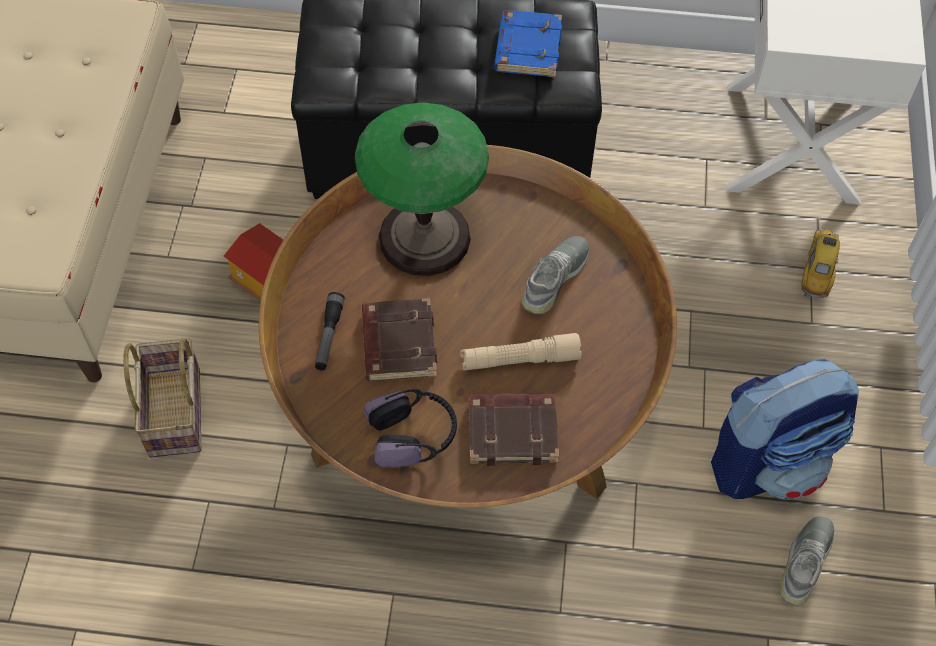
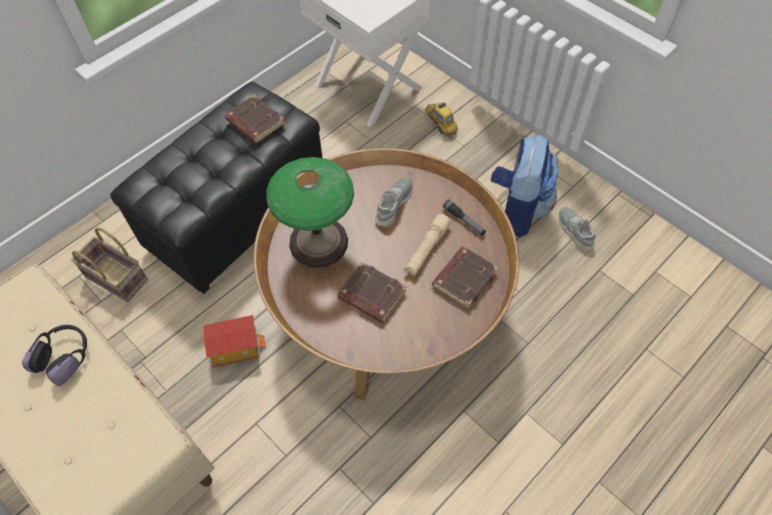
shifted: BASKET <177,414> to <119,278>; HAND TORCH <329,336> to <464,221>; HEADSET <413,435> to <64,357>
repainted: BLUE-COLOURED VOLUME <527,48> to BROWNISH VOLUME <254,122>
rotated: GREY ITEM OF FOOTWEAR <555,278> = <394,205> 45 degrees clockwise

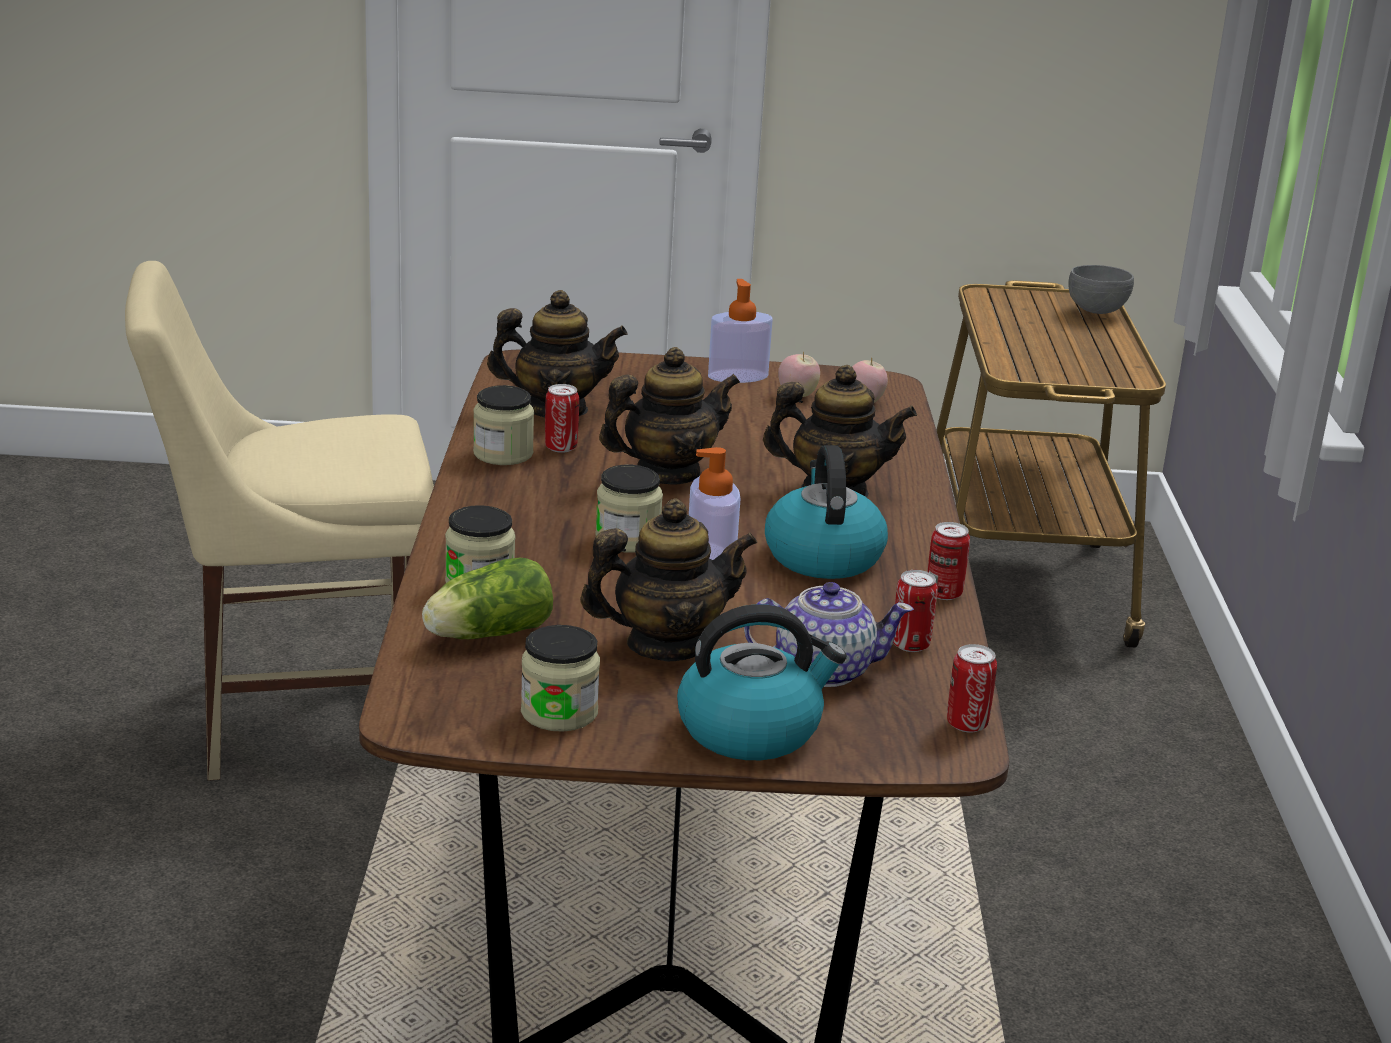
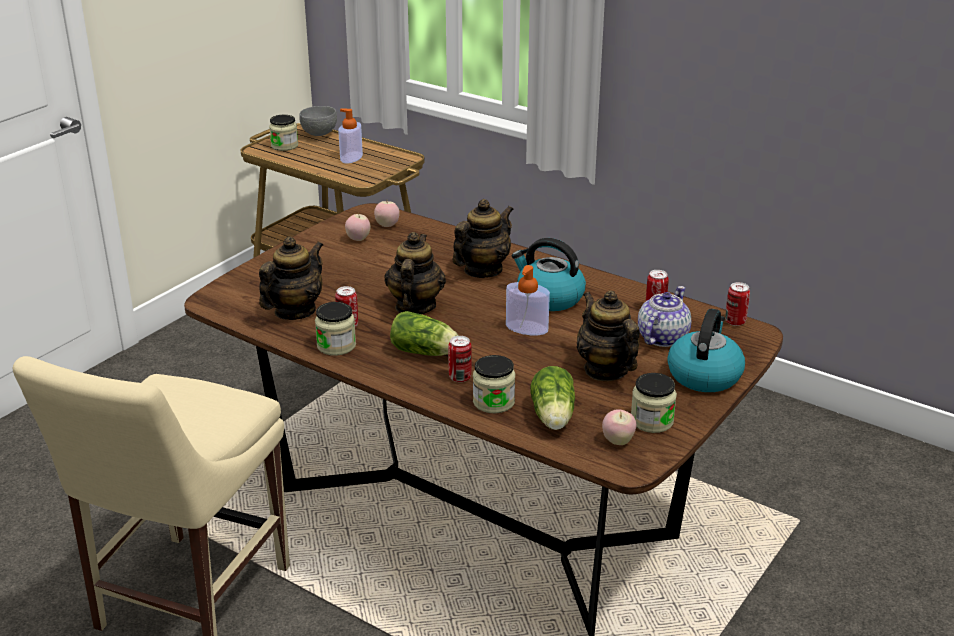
new: HEAD OF LETTUCE <426,352>; APPLE <618,441>
shifted: PRESERVE JAR <627,539> to <284,146>; SOAP BOTTLE <738,376> to <351,157>; SEALED CAN <944,593> to <460,377>
rotated: POT FOR TEA <665,645> = <606,370> 45 degrees counterclockwise

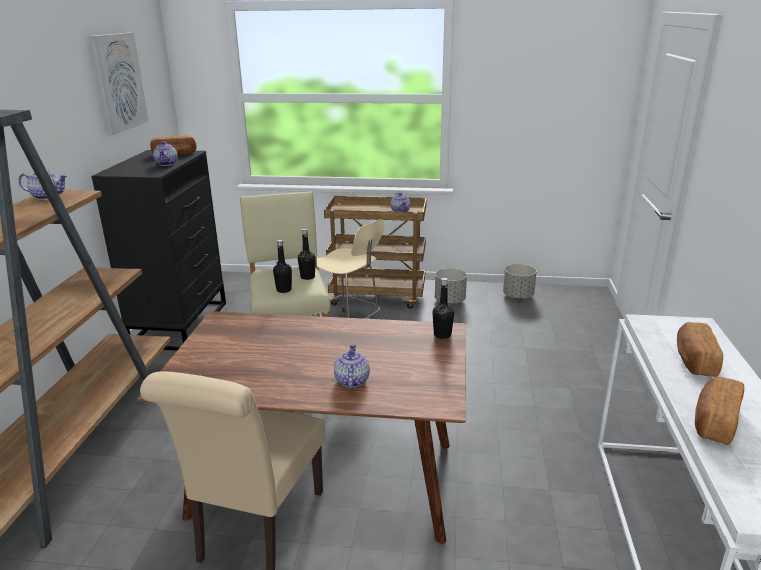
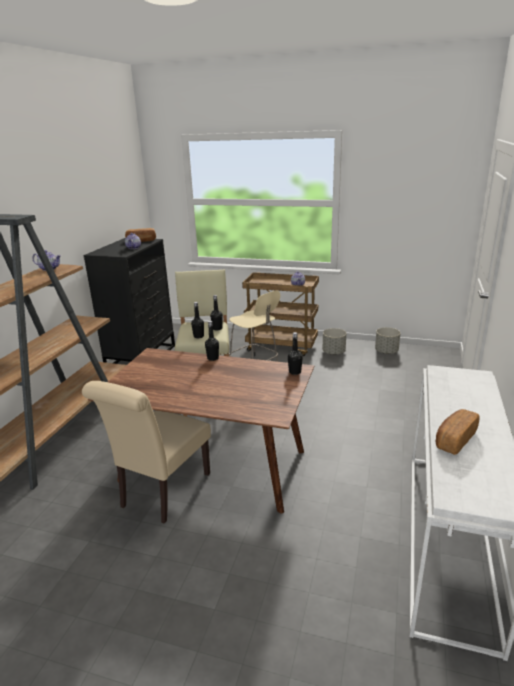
gone: PICTURE <118,82>; POT FOR TEA <351,380>; BREAD <694,360>
new: BLACK BEVERAGE BOTTLE <213,358>

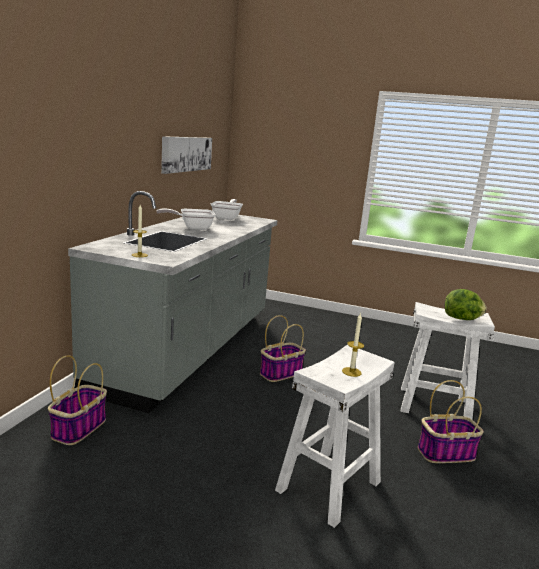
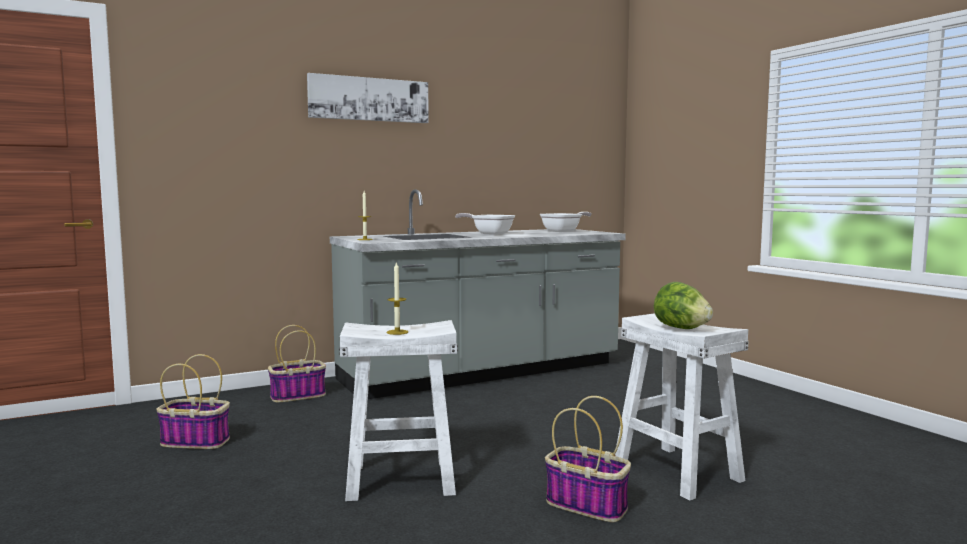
shifted: PICTURE <186,154> to <369,99>; BASKET <281,373> to <197,441>

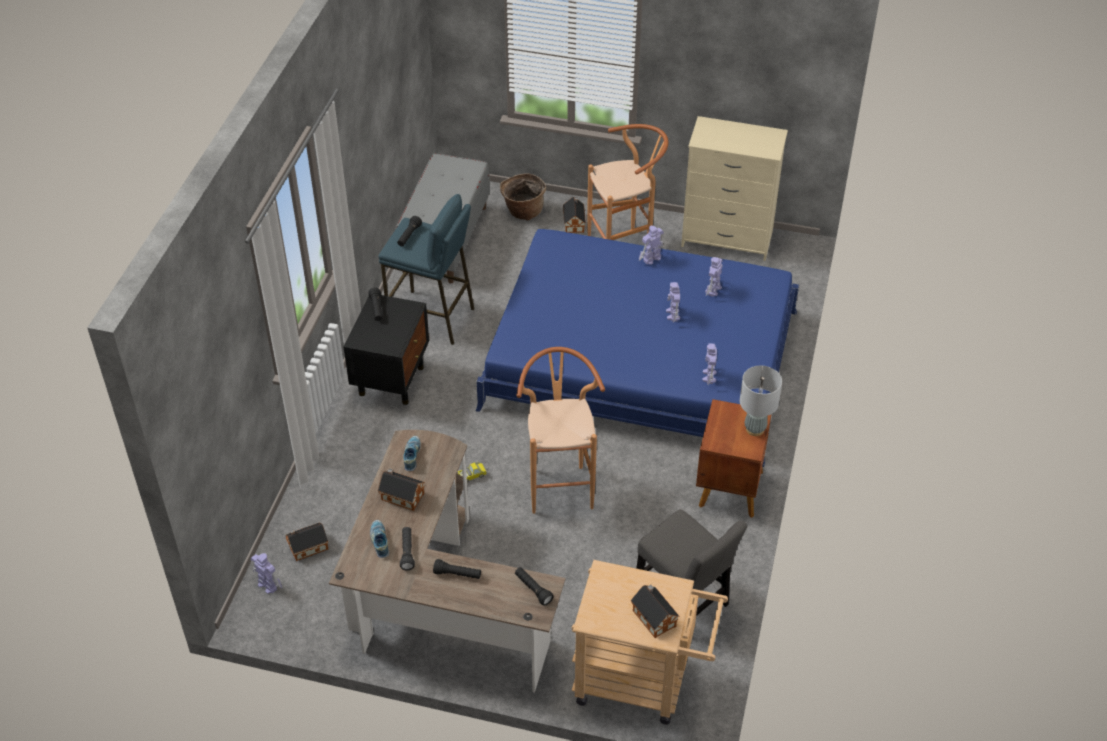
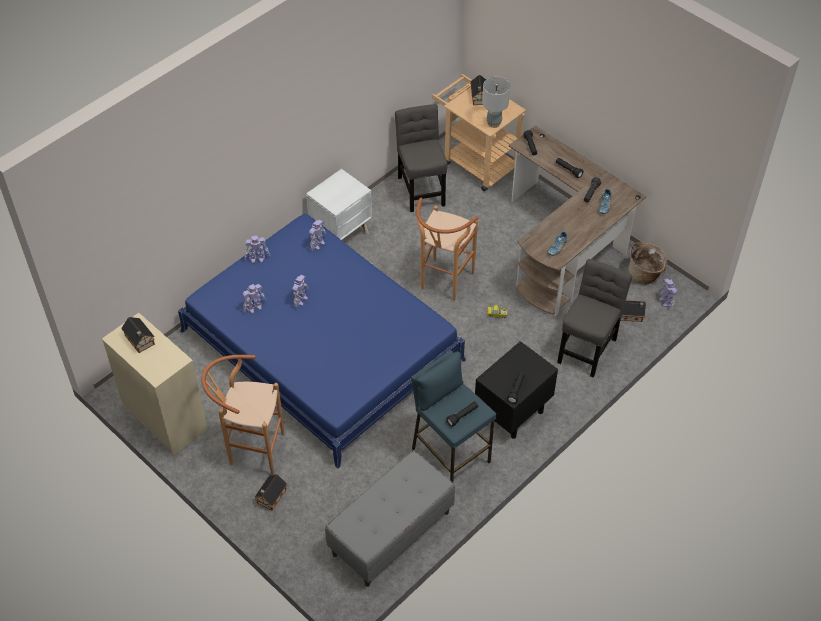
new: GREY PLAIN CHAIR <587,347>
shifted: MODEL HOUSE <401,495> to <140,341>; BASKET <523,211> to <645,275>; TOY ROBOT <651,259> to <257,258>; GREY TABLE LAMP <755,429> to <494,123>
repainted: BROWNISH NIGHT TABLE <729,489> to WHITE NIGHT TABLE <341,234>

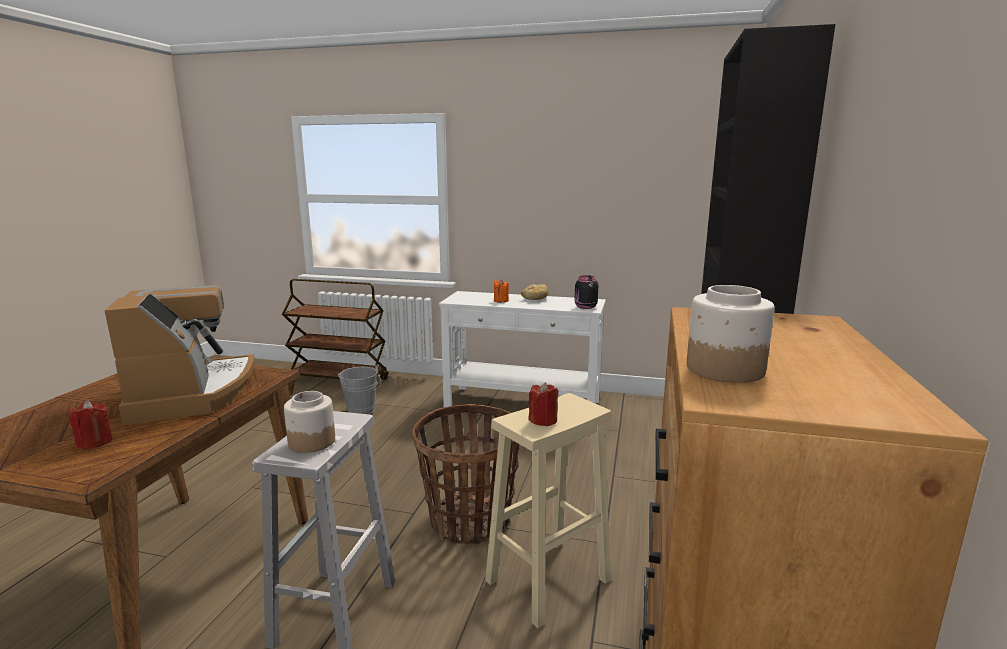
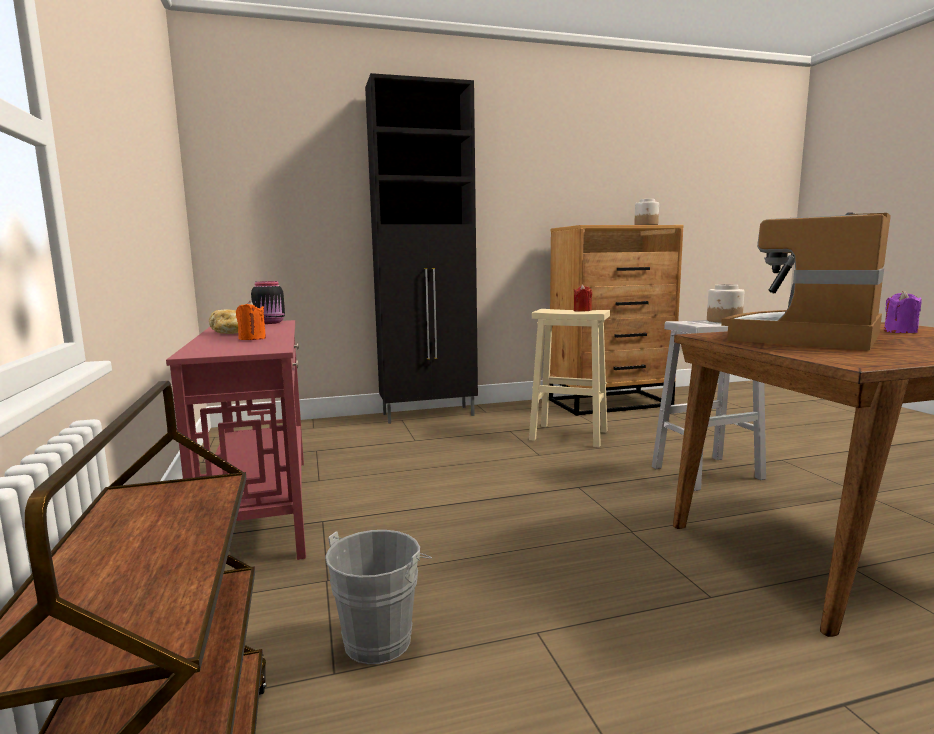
gone: BASKET <470,521>
repainted: RED-COLOURED WAX LIGHT <94,442> to PURPLE WAX LIGHT <900,331>; WHITE NARROW TABLE <523,404> to RED-COLOURED NARROW TABLE <261,505>

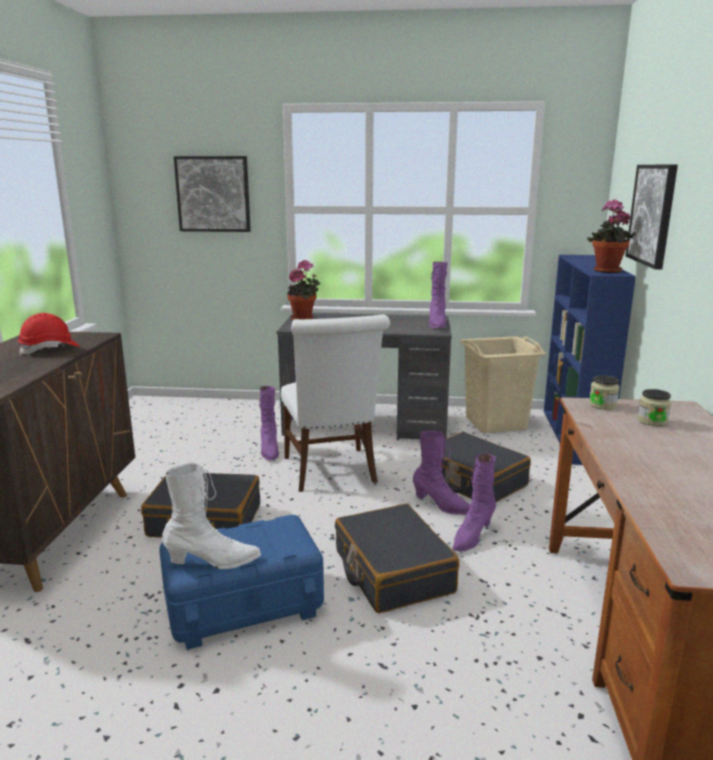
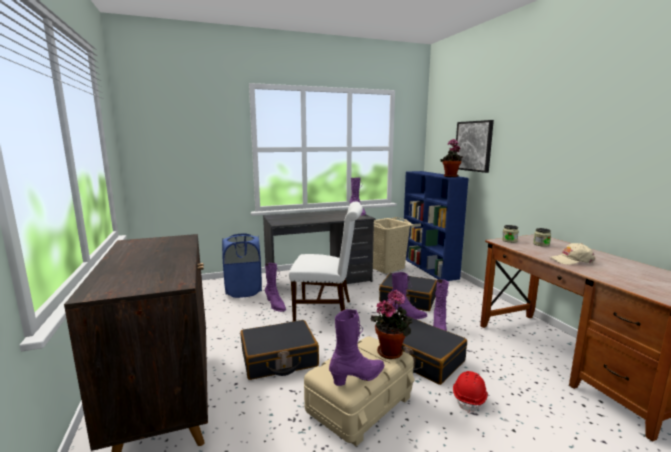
gone: PICTURE <213,194>
new: BLUE-COLOURED WASHING BASKET <244,291>; BEIGE-COLOURED PEAKED CAP <571,260>
shifted: RED-COLOURED WORK HELMET <50,349> to <469,398>; POTTED PLANT <304,319> to <391,351>
repainted: BLUE-COLOURED STORAGE BIN <243,604> to BEIGE-COLOURED STORAGE BIN <360,404>; WHITE TALL BOOT <213,562> to PURPLE TALL BOOT <358,377>
rotated: WHITE PLAIN CHAIR <332,472> = <327,310> 45 degrees counterclockwise

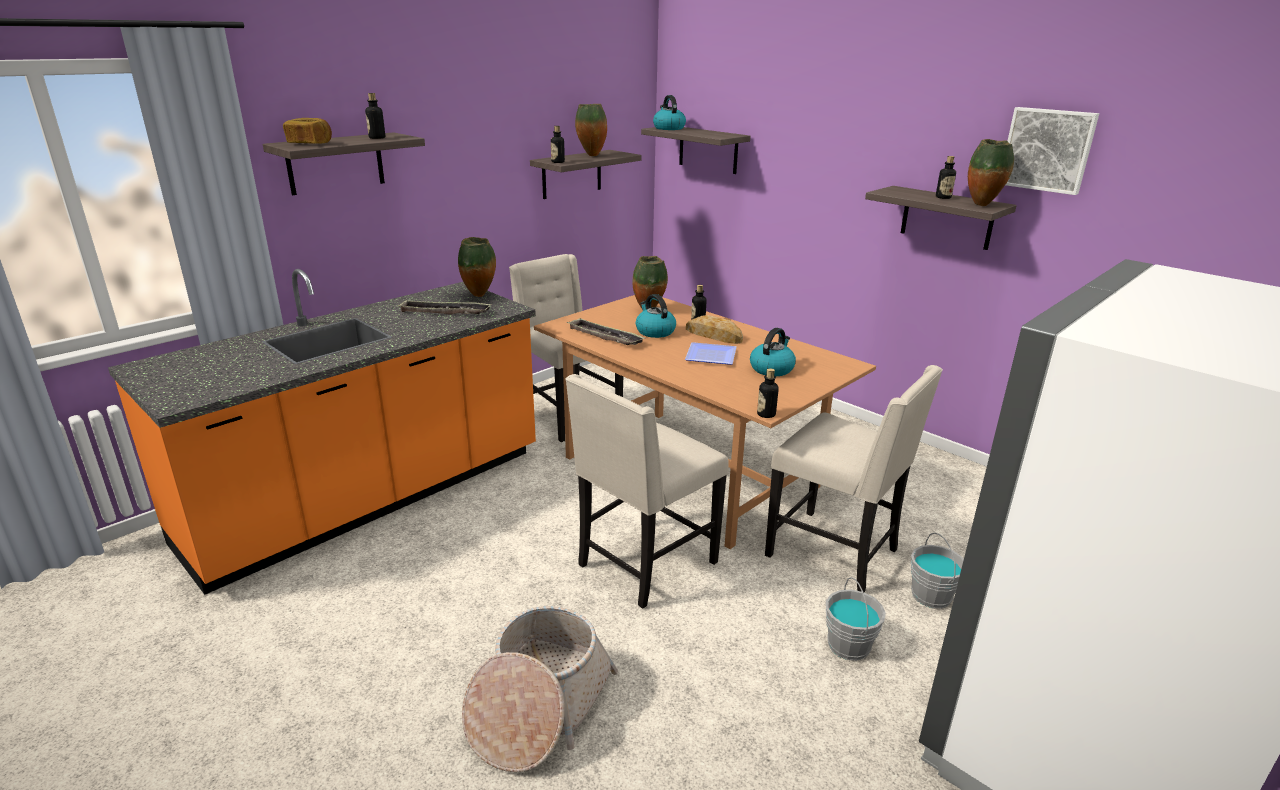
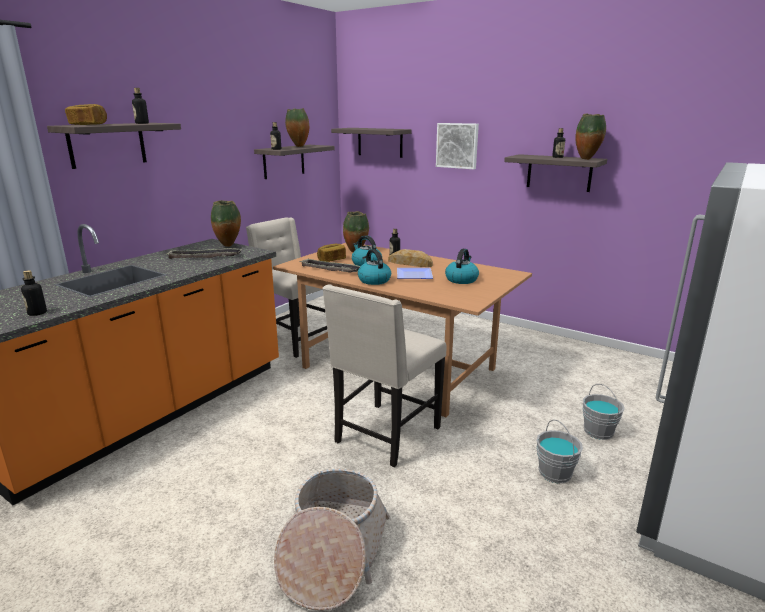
gone: BEIGE-COLOURED PLAIN CHAIR <835,553>
new: BREAD <331,260>
shifted: TEA KETTLE <668,128> to <373,280>; BEVERAGE BOTTLE <766,414> to <37,313>; PICTURE <1048,150> to <457,145>

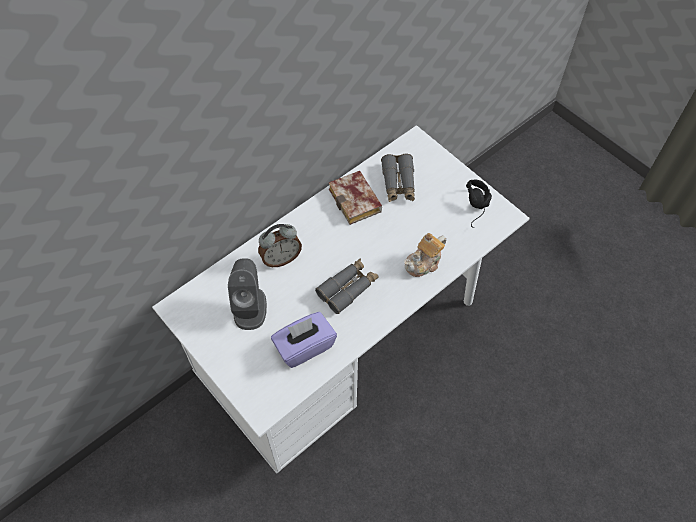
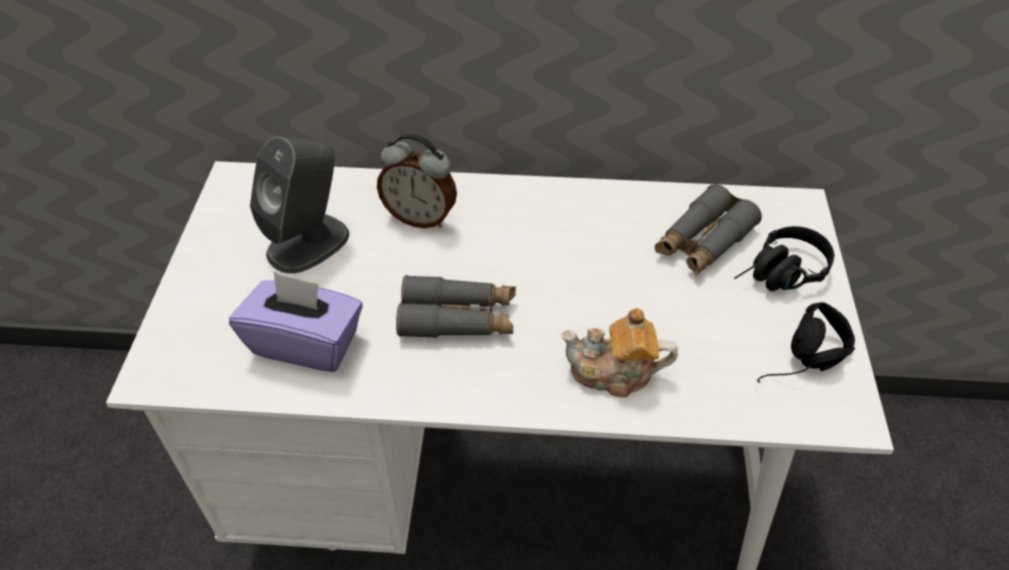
gone: VOLUME <357,202>
new: BLACK HEADSET <779,276>

